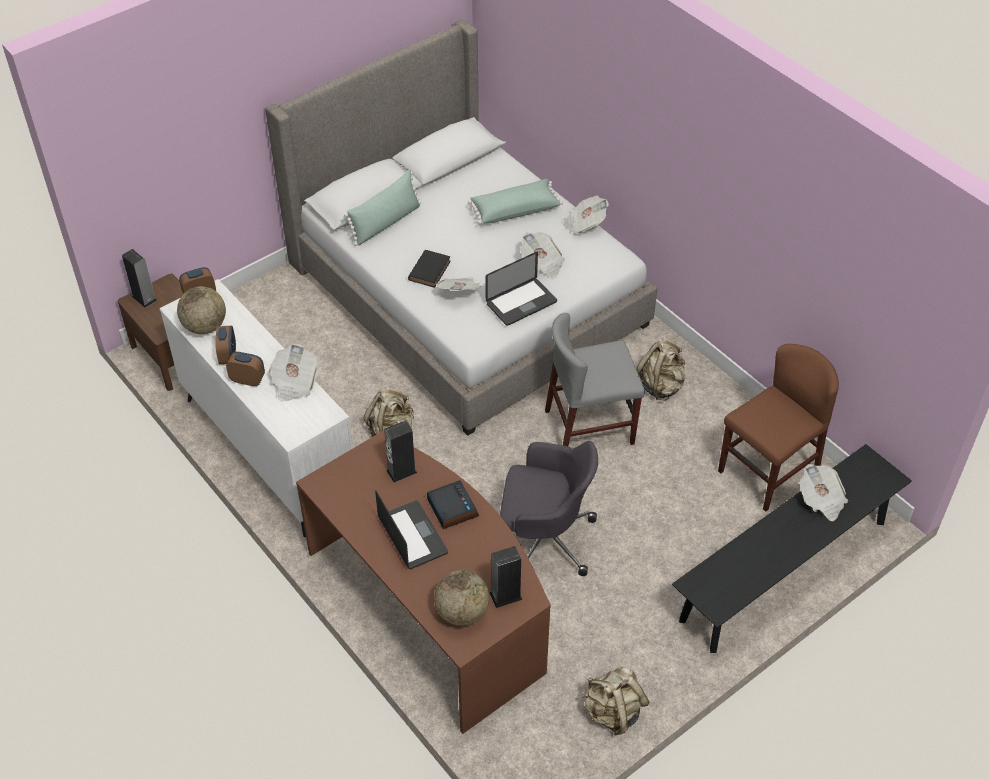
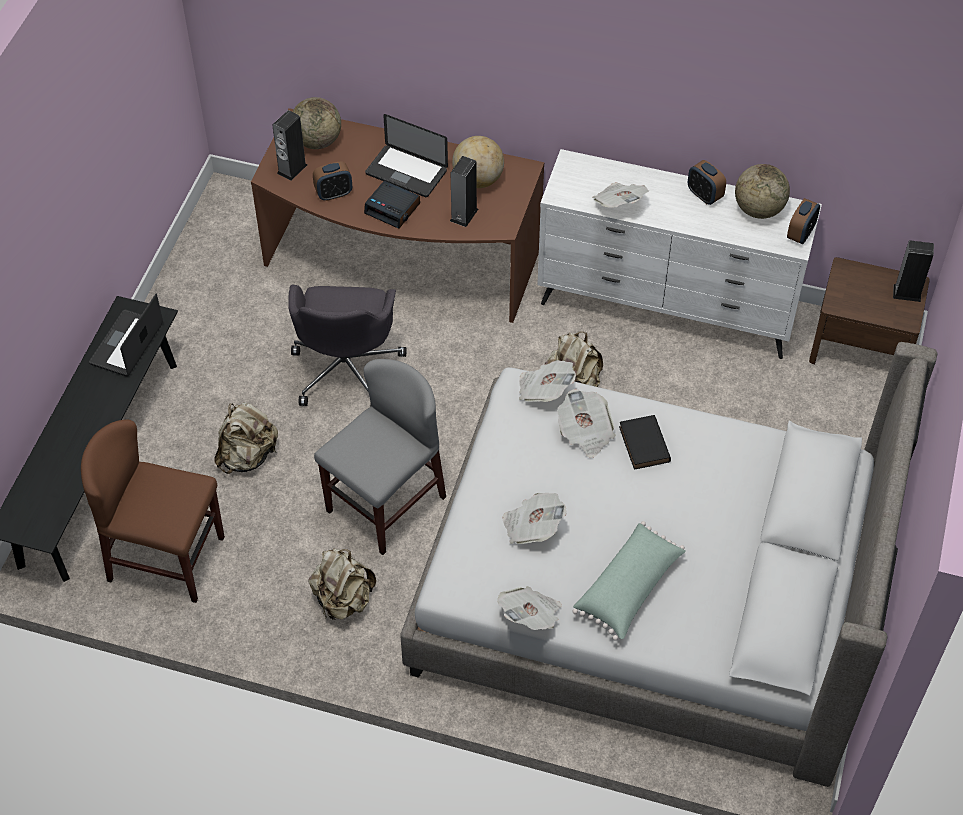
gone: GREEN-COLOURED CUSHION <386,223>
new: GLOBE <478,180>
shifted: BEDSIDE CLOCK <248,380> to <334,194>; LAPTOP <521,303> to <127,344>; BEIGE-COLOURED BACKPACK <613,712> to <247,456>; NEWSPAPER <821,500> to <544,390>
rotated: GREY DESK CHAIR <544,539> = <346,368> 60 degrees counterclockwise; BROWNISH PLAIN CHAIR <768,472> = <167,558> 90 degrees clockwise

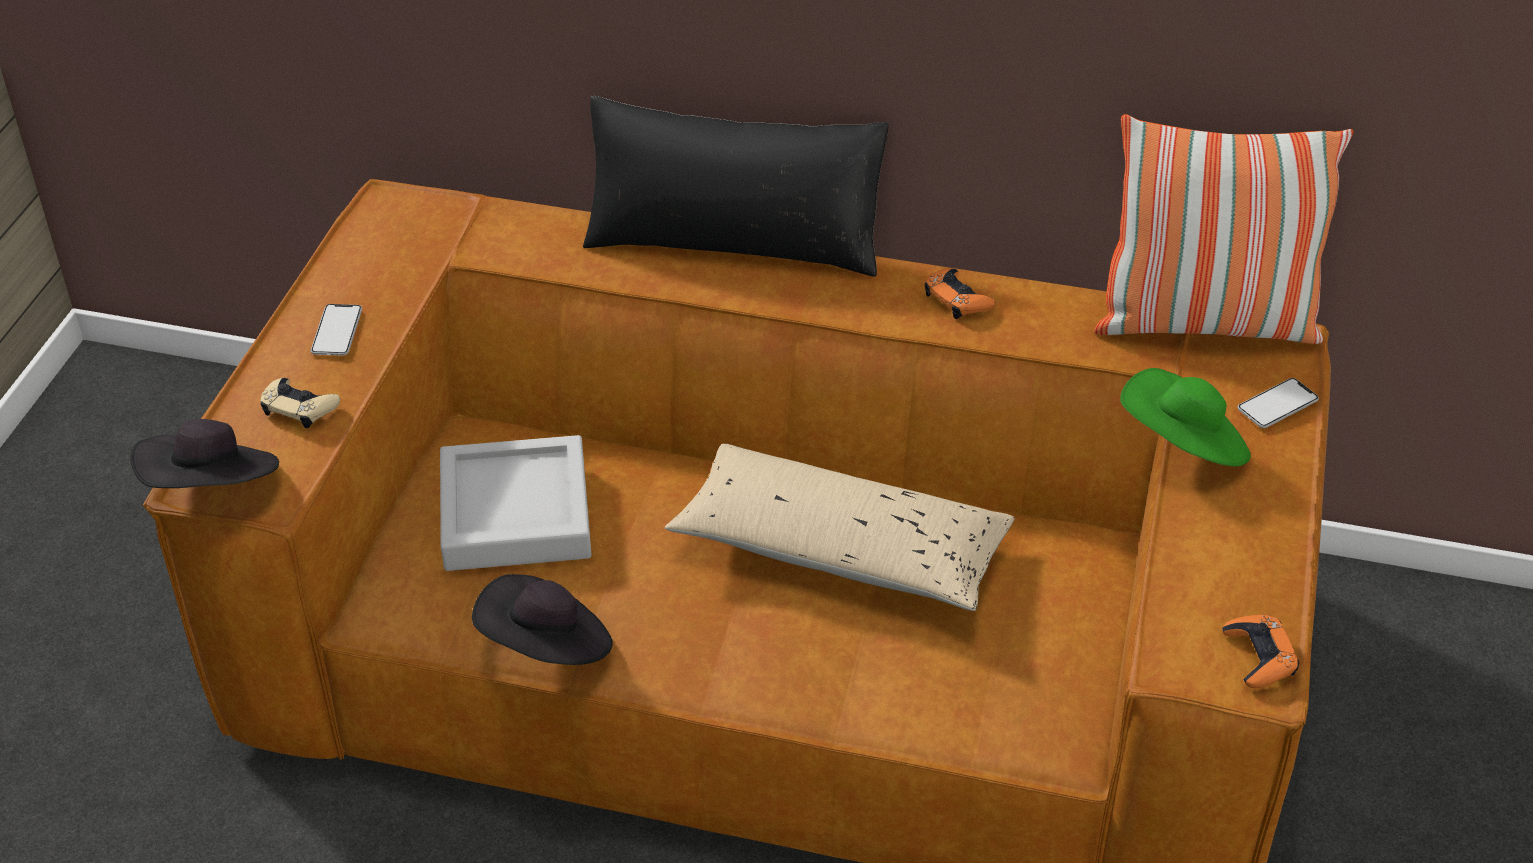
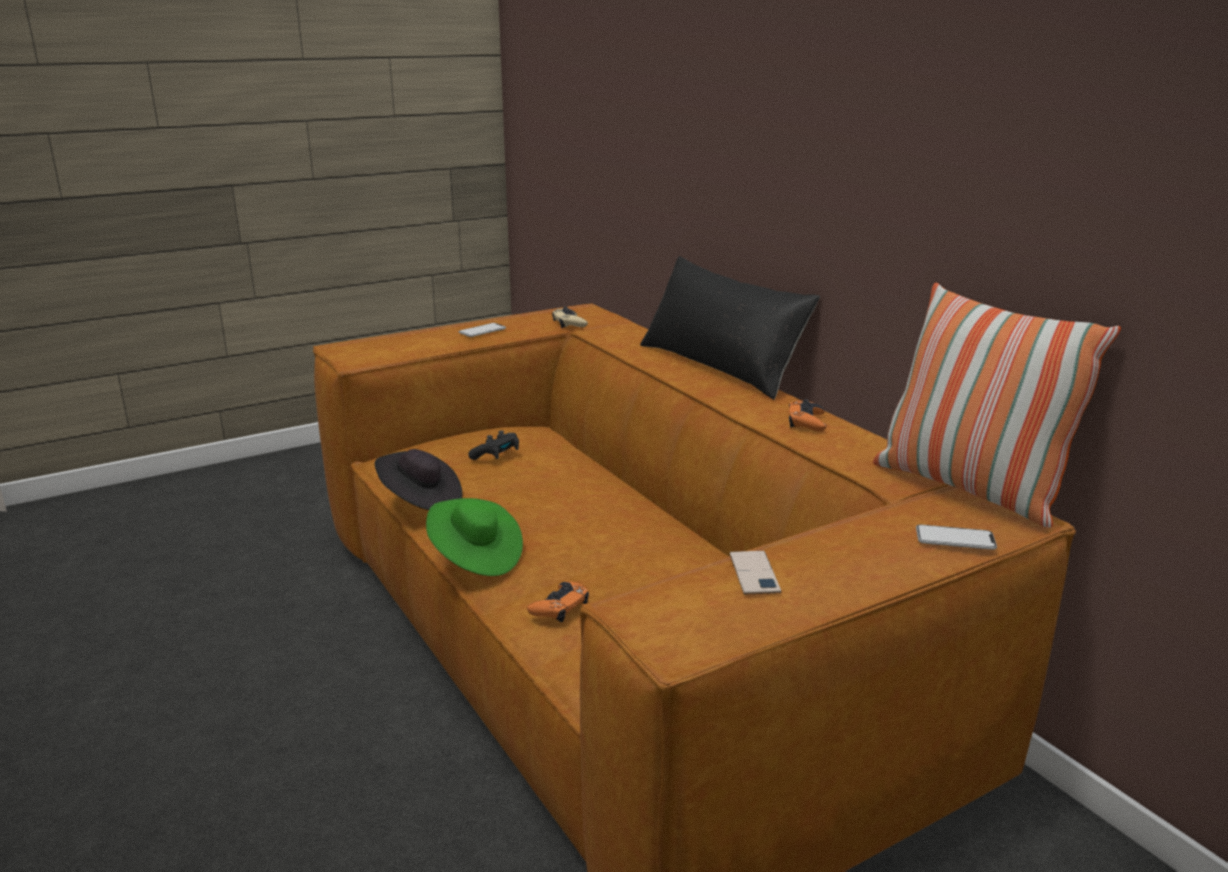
gone: BLACK HAT <212,488>; BEIGE-COLOURED CUSHION <841,550>
new: PHONE <754,573>
shifted: BEIGE-COLOURED GAME CONTROLLER <299,407> to <569,323>; GREEN-COLOURED HAT <1183,446> to <475,557>; ORANGE-COLOURED GAME CONTROLLER <1259,657> to <559,607>
swapped: GREY TRAY <516,514> to BLACK GAME CONTROLLER <496,455>

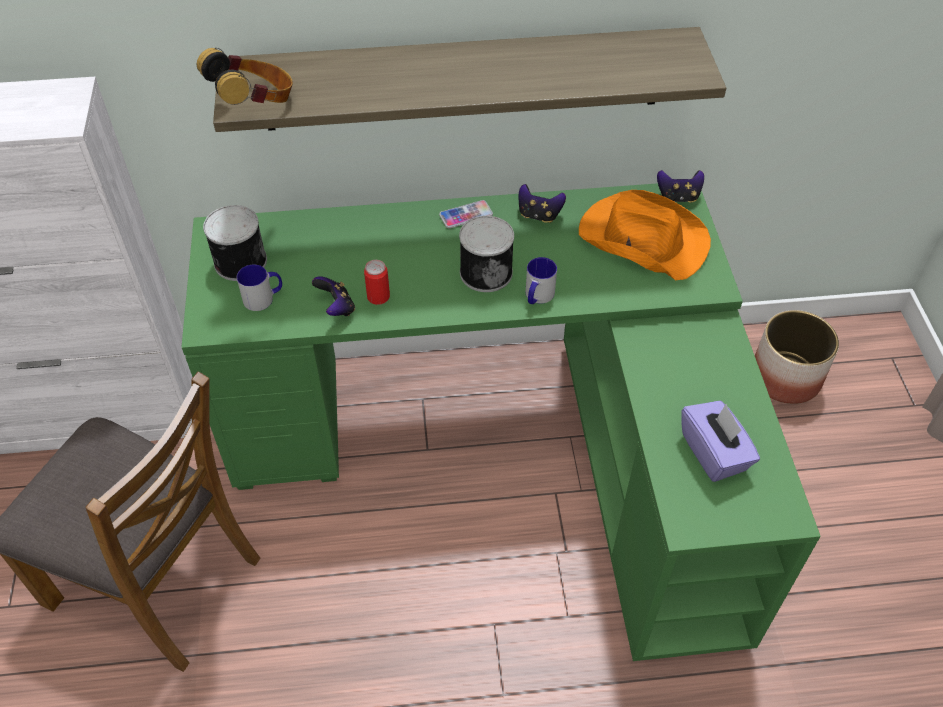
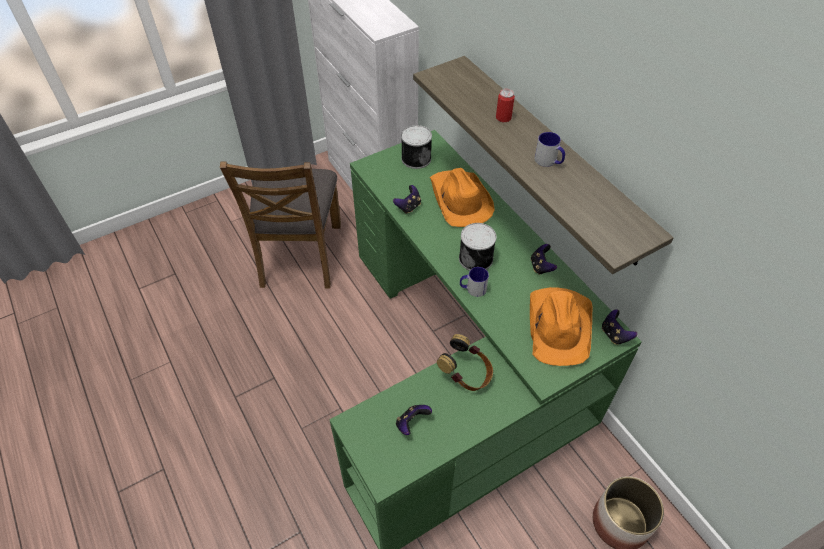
gone: PHONE <466,215>
new: ORANGE-COLOURED HAT <459,200>
shifted: HEADSET <255,103> to <466,374>; TEA MUG <264,298> to <549,161>; SEALED CAN <378,297> to <503,118>
swapped: PURPLE TISSUE BOX <714,453> to GAME CONTROLLER <411,423>

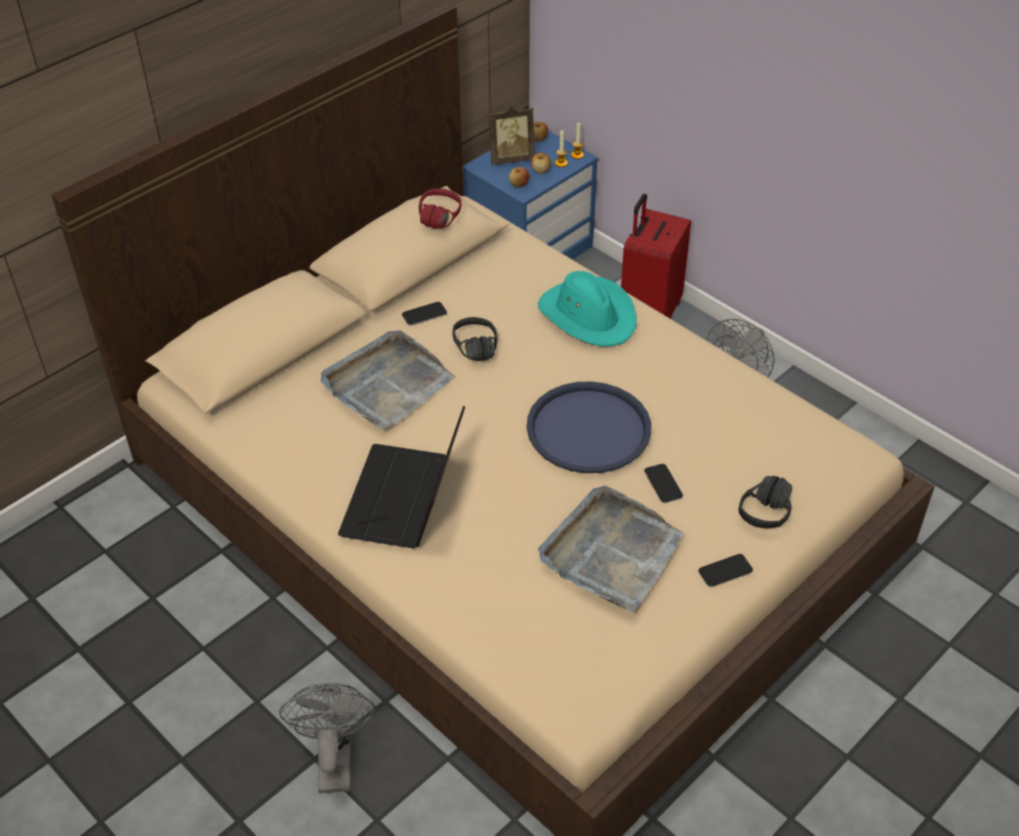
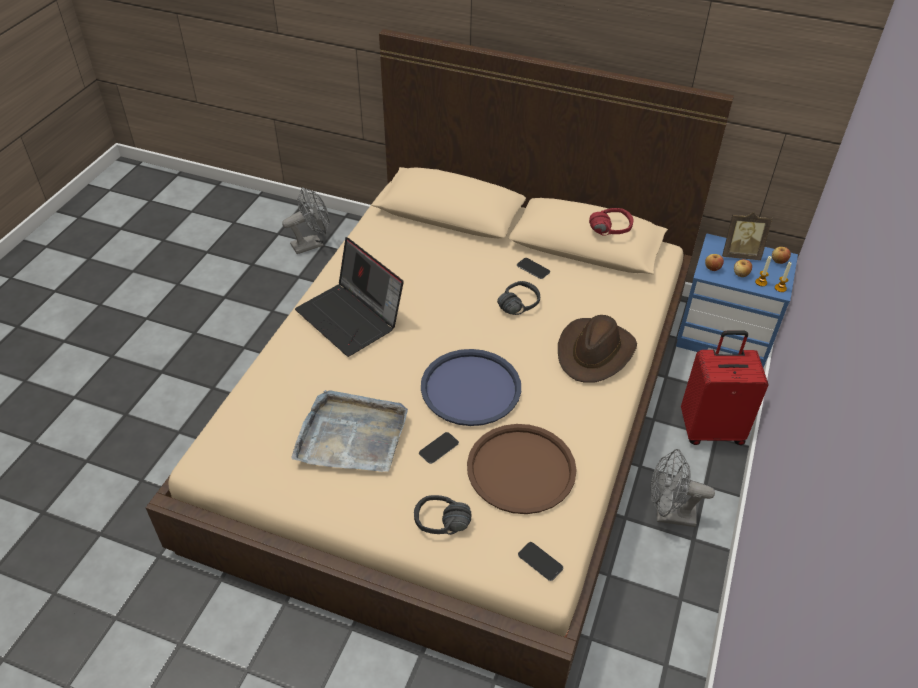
gone: GREY TRAY <387,384>
new: BROWNISH TRAY <521,469>
shifted: GREY ELECTRIC FAN <334,760> to <312,244>; PHONE <725,571> to <540,562>
repainted: TURQUOISE-COLOURED HAT <588,315> to BROWNISH HAT <595,352>
rotated: LAPTOP <405,500> = <351,318> 120 degrees counterclockwise; PHOTO FRAME <511,158> = <740,254> 45 degrees counterclockwise

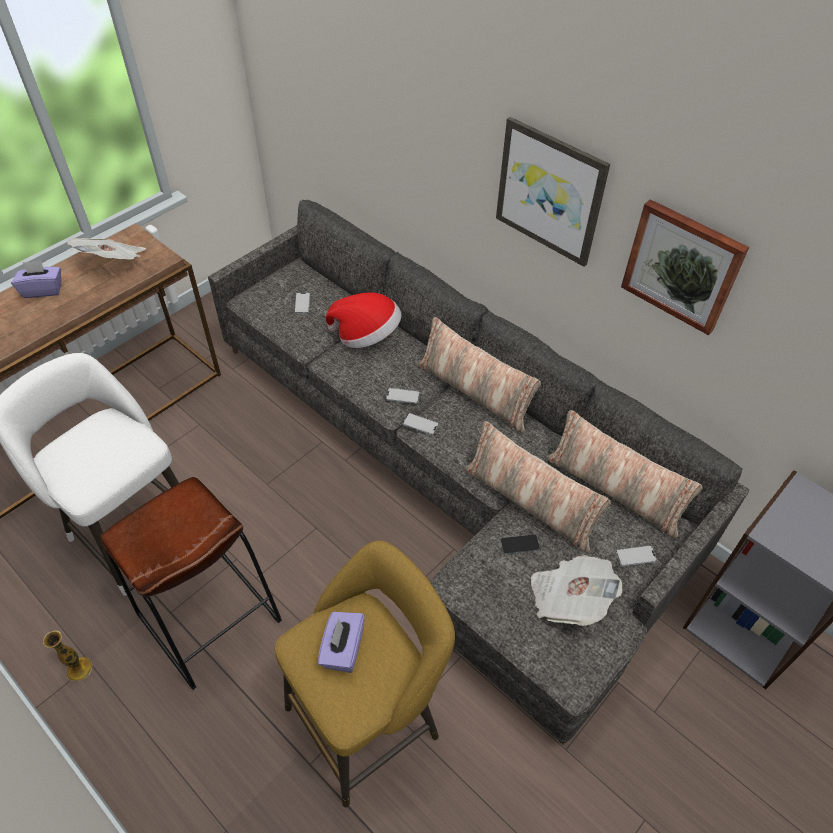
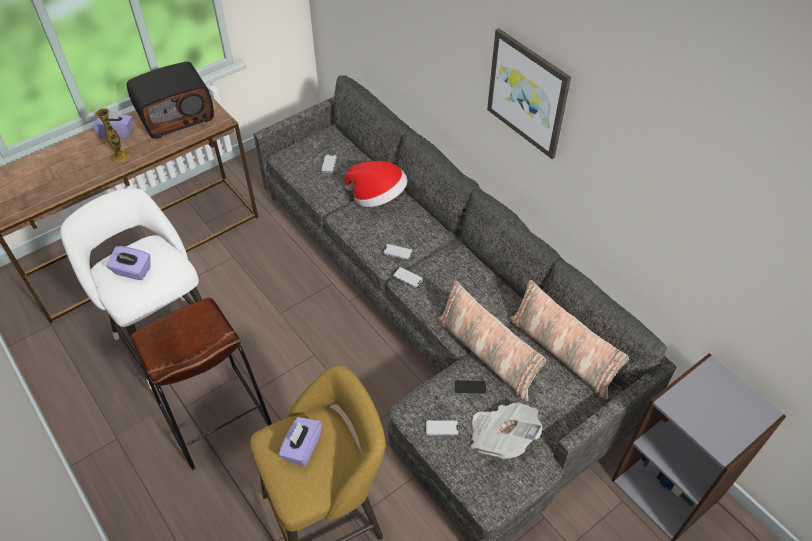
gone: CUSHION <474,392>; PICTURE <682,266>
new: PURPLE TISSUE BOX <132,271>
shifted: DECORATIVE VASE <79,669> to <120,156>; PHONE <635,556> to <441,428>
swapped: NEWSPAPER <114,262> to RADIO <176,115>

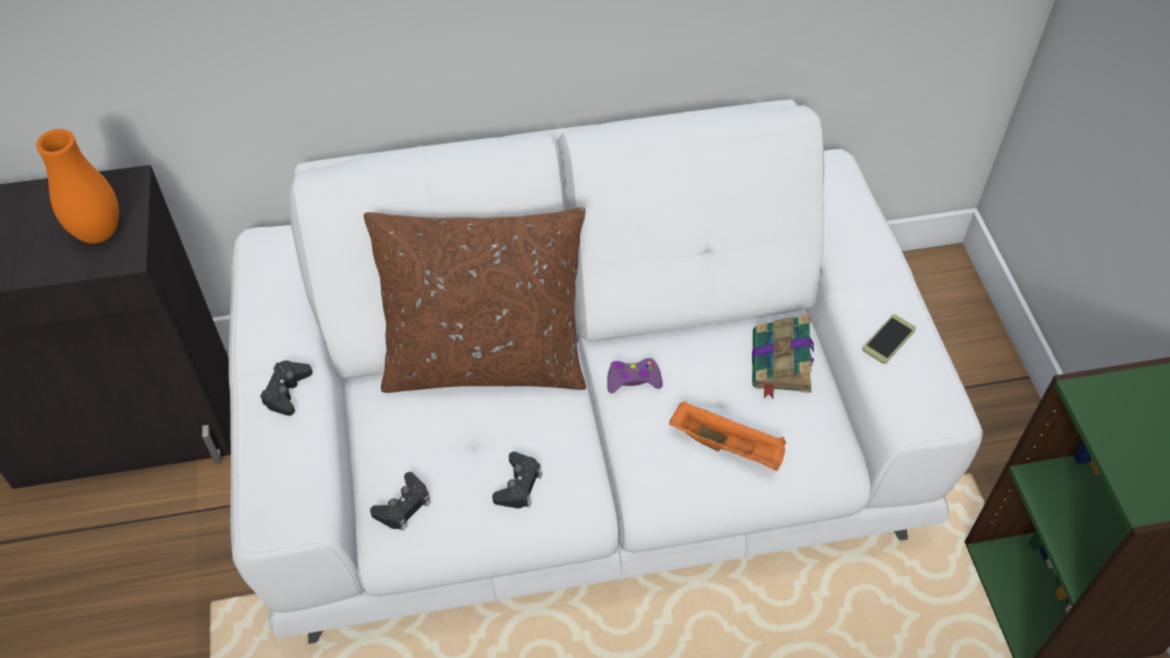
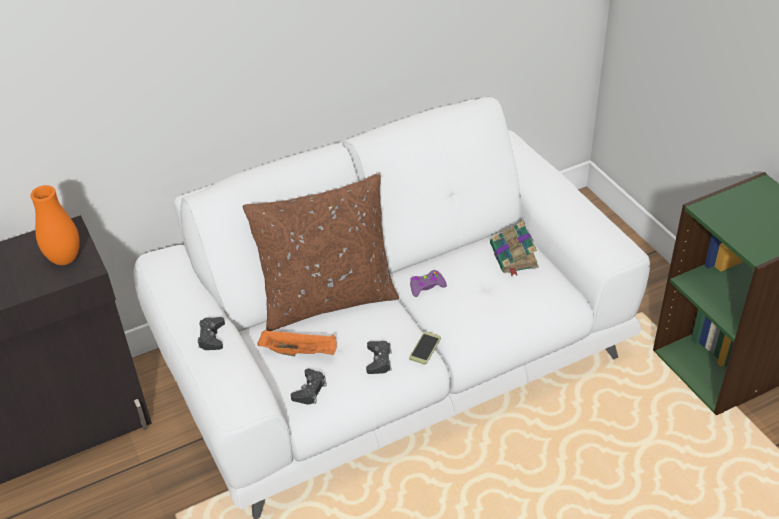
shifted: ORANGE-COLOURED TRAY <728,446> to <300,352>; PHONE <889,340> to <425,348>

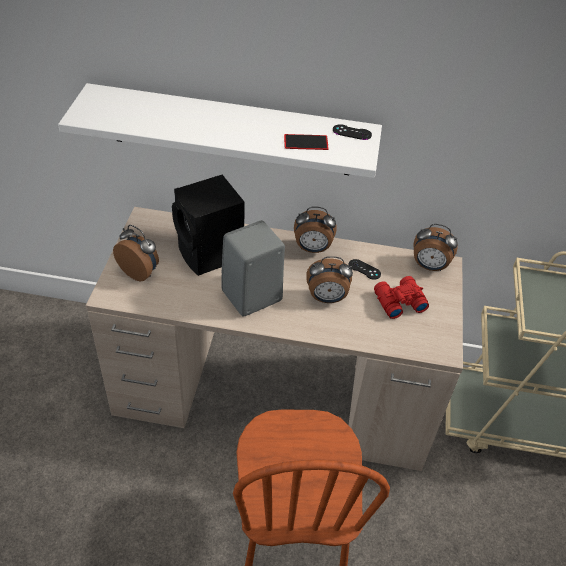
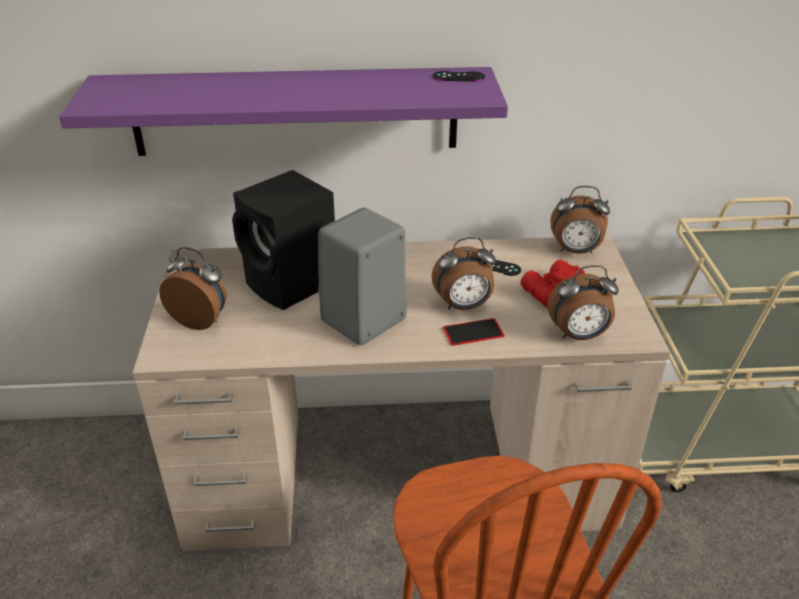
shifted: PHONE <306,142> to <473,332>; BEDSIDE CLOCK <312,249> to <579,335>
repainted: WHITE SHELF <231,131> to PURPLE SHELF <295,111>

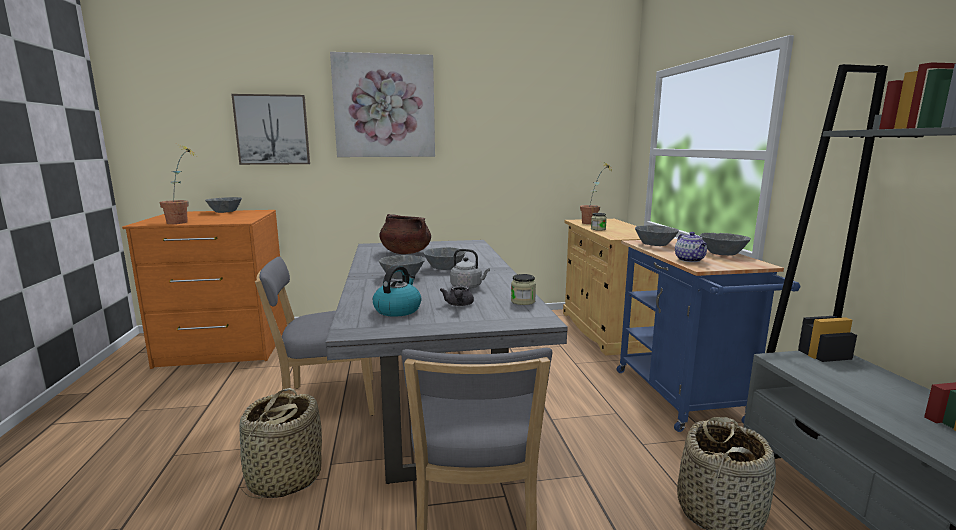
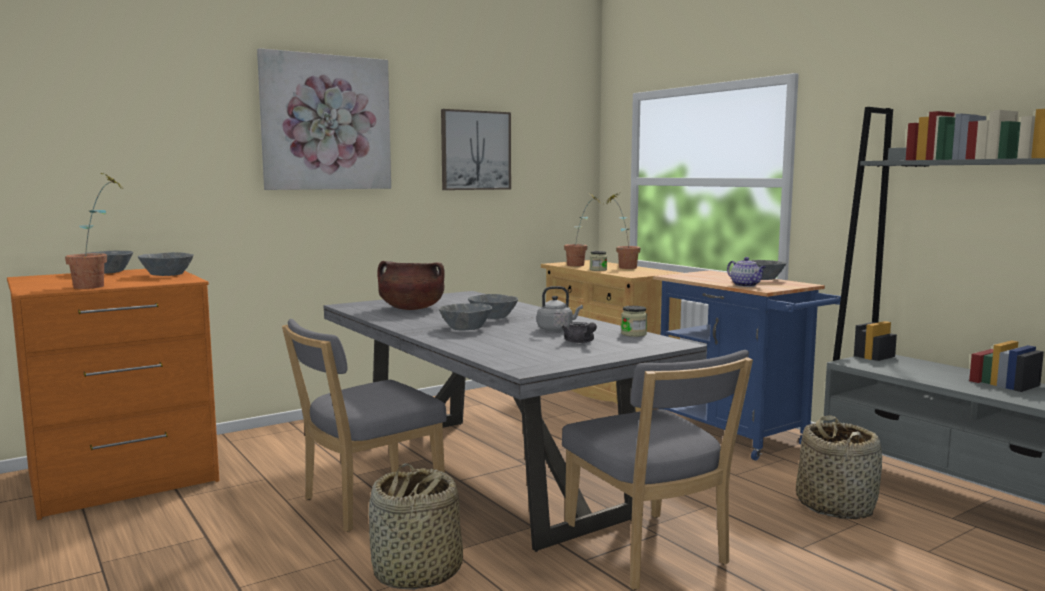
gone: TEA KETTLE <398,309>
new: POTTED PLANT <622,267>
shifted: PICTURE <272,130> to <475,150>; GREY SERVING BOWL <655,244> to <167,275>

